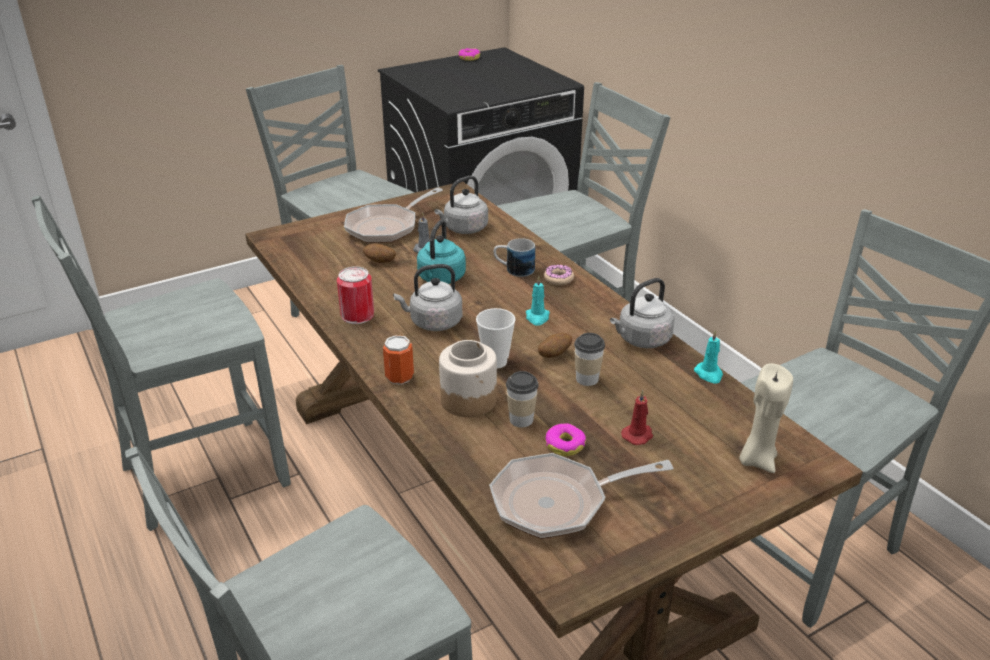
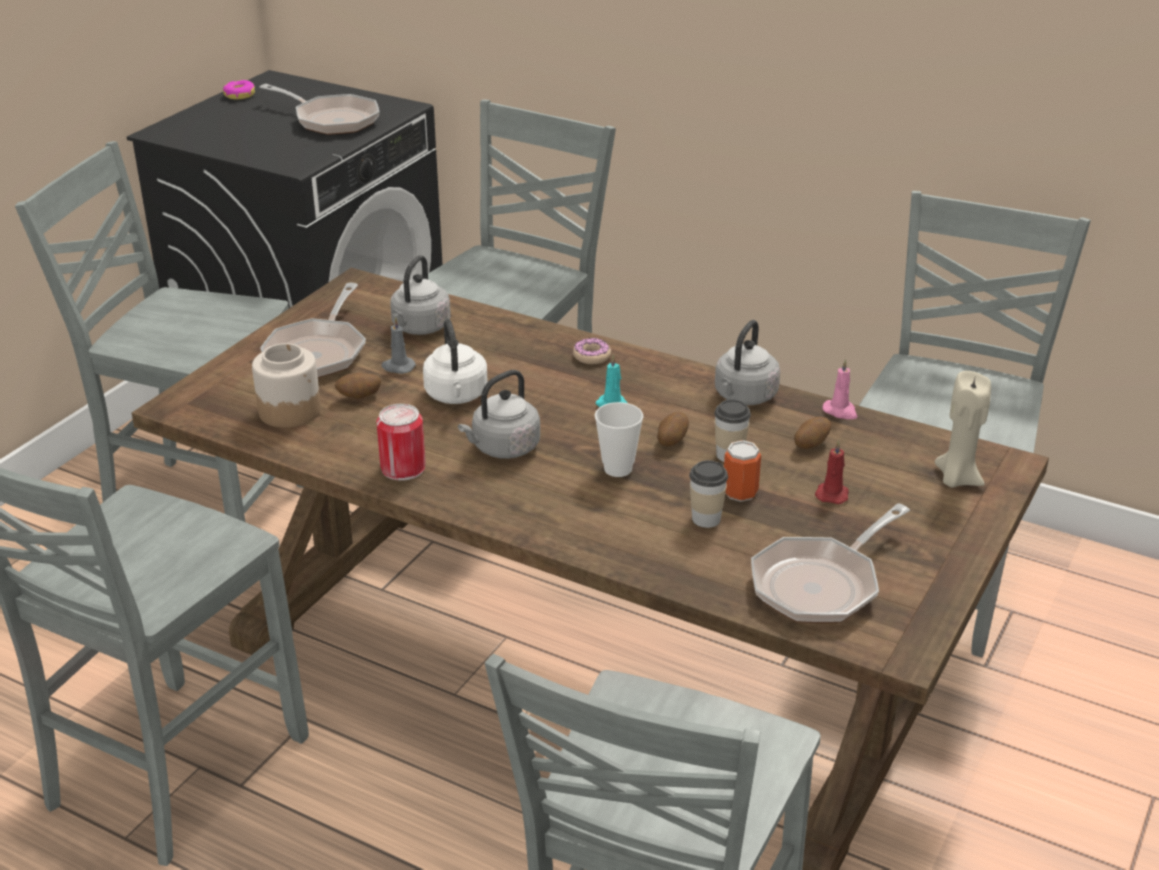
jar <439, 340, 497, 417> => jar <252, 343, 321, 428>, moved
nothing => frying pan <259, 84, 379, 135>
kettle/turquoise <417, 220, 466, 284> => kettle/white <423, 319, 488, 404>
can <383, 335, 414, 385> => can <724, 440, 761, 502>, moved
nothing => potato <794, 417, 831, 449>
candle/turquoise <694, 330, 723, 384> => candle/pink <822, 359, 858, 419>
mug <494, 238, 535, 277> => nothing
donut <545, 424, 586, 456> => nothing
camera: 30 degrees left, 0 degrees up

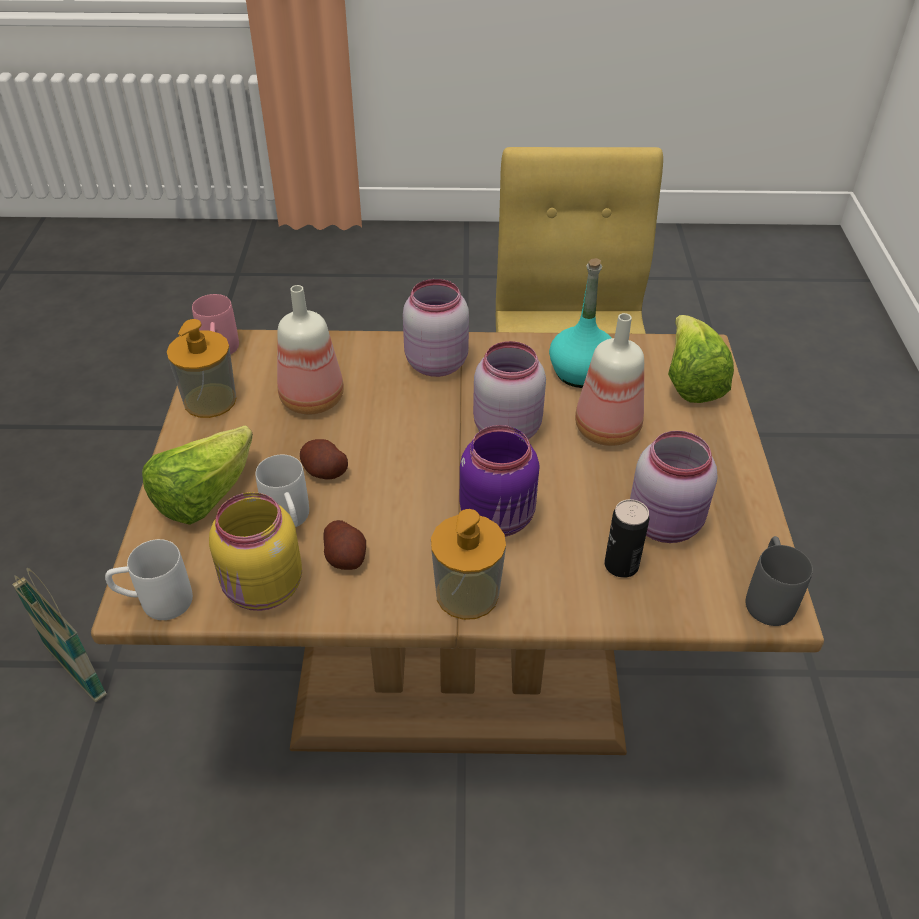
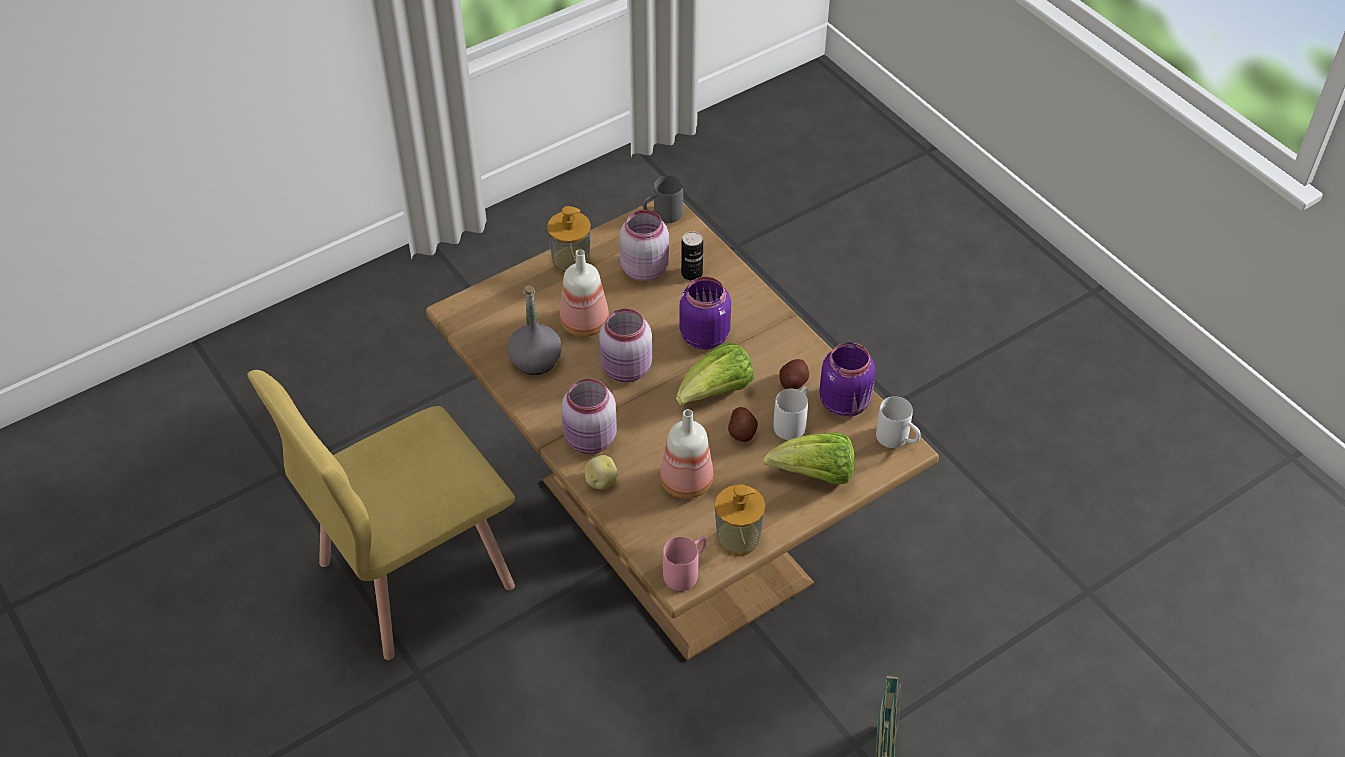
bottle/turquoise <549, 258, 612, 388> => bottle/grey <507, 285, 562, 375>
soap dispenser <431, 509, 506, 620> => soap dispenser <547, 206, 591, 273>, moved
nothing => potato <585, 455, 618, 490>
lettuce <668, 315, 734, 403> => lettuce <676, 343, 754, 405>, moved
jar/yellow <209, 492, 302, 611> => jar/purple <819, 342, 876, 417>
camera: 125 degrees left, 5 degrees up

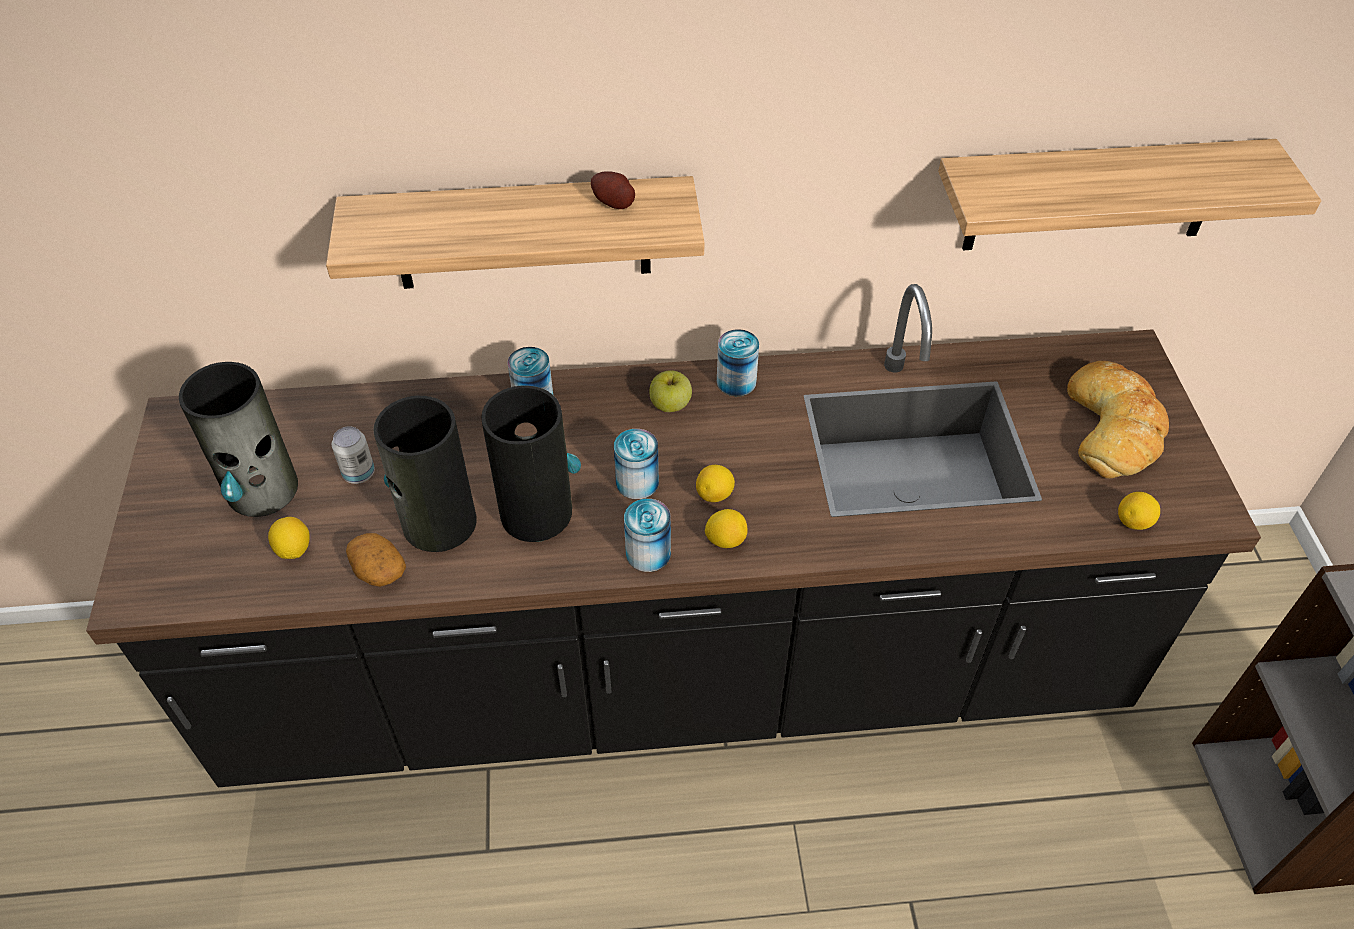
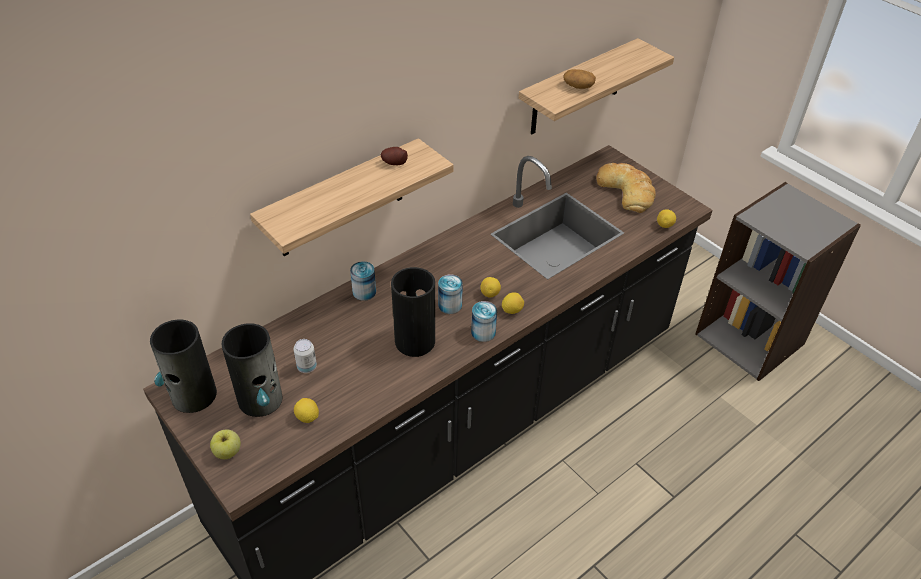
vase <374, 396, 477, 552> => vase <150, 320, 217, 413>, moved
apple <649, 370, 692, 412> => apple <210, 429, 241, 459>, moved
potato <346, 533, 406, 587> => potato <564, 69, 596, 89>, moved
can <717, 329, 759, 396> => nothing
camera: 35 degrees left, 5 degrees down

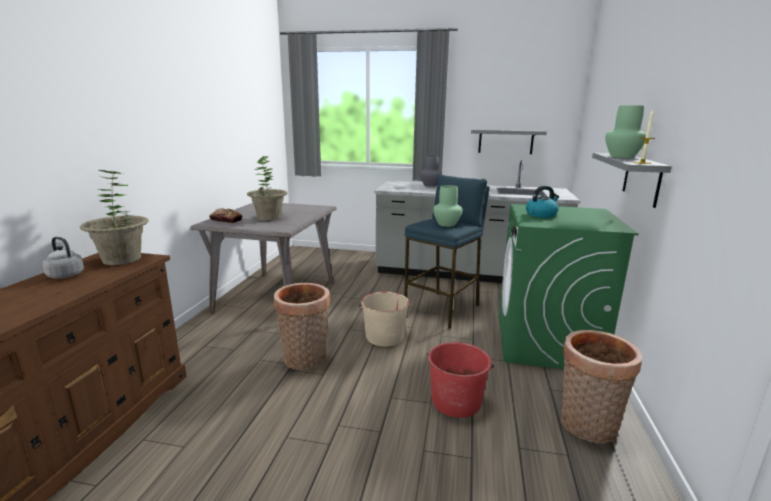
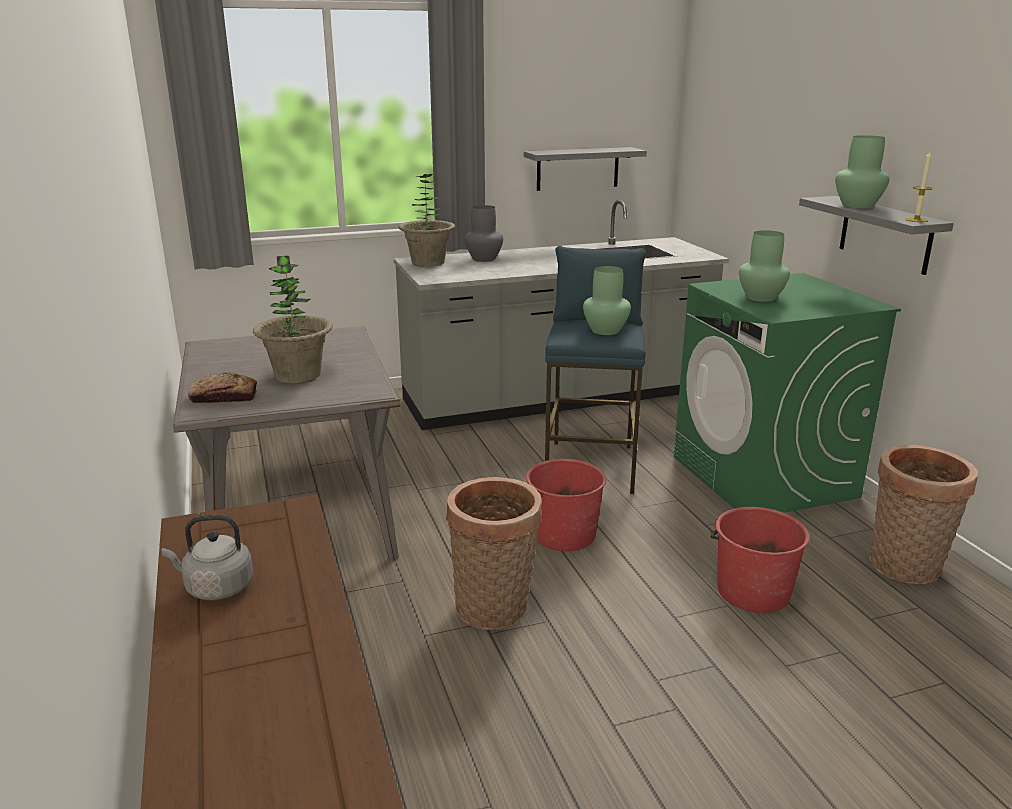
potted plant <80, 170, 148, 265> => potted plant <398, 174, 455, 267>, moved
bucket/beige <359, 292, 410, 347> => bucket/red <526, 459, 606, 551>
kettle <526, 186, 559, 218> => vase/green <739, 230, 790, 302>
camera: 30 degrees left, 5 degrees up

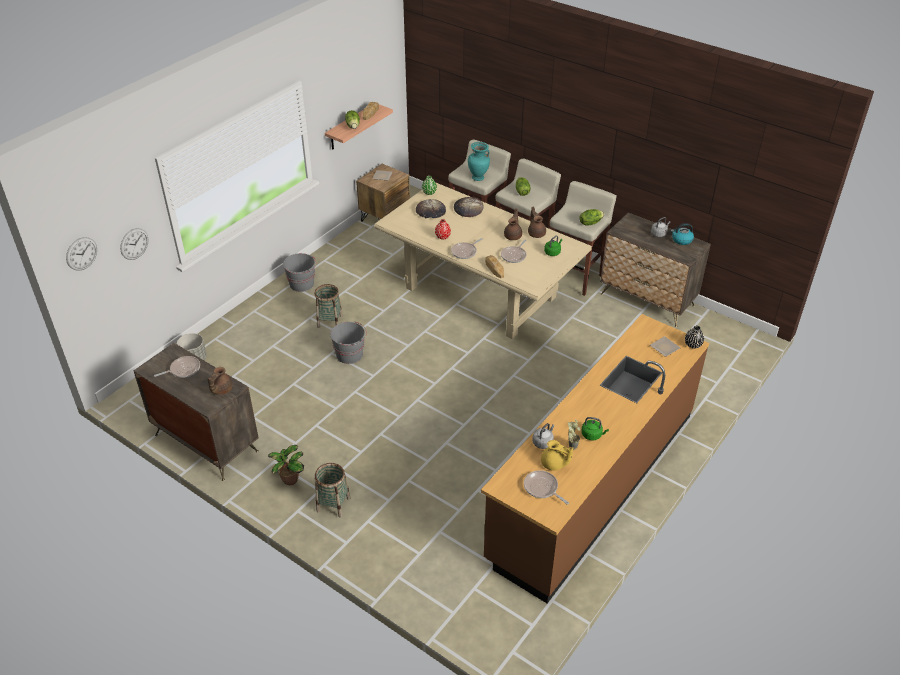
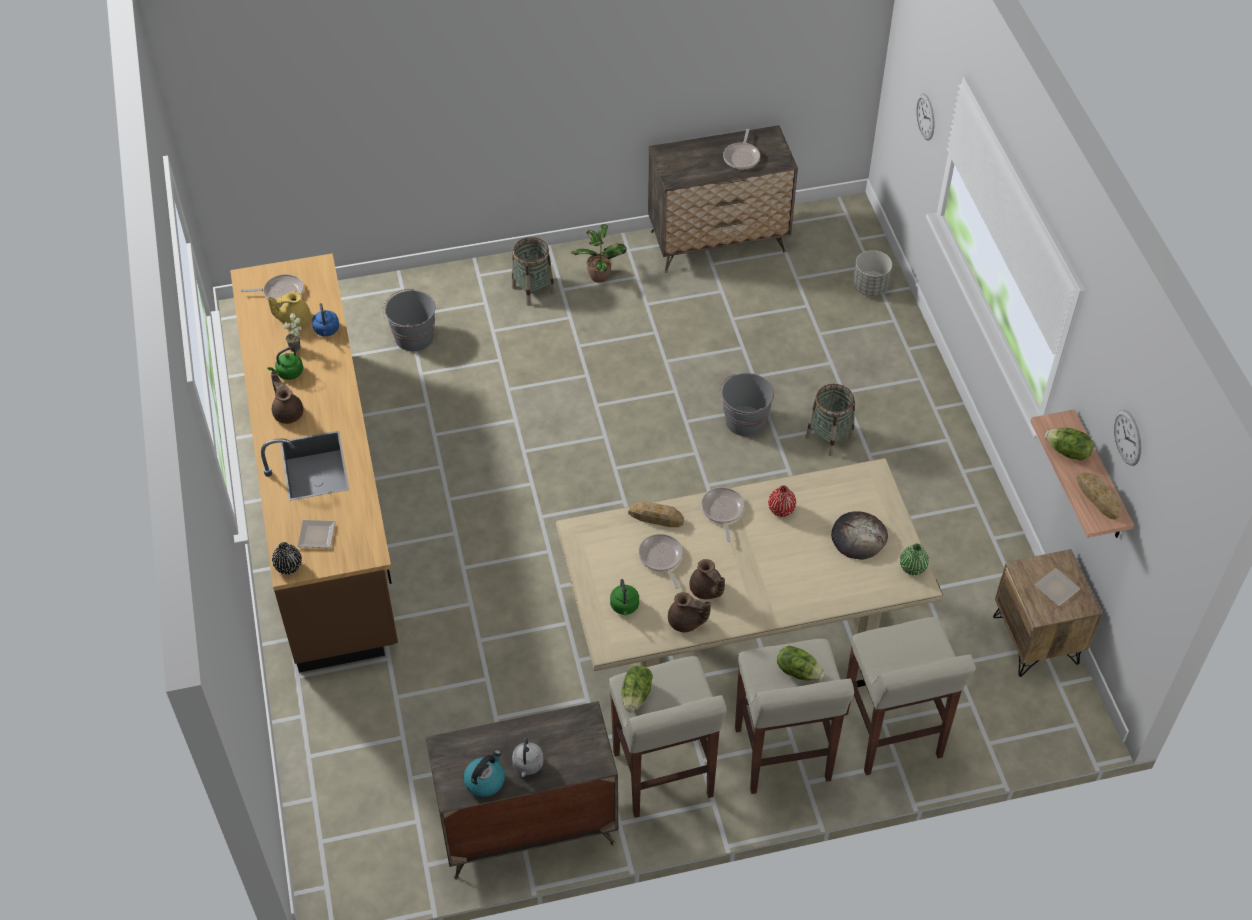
teapot/brown <207, 367, 233, 395> => teapot/brown <271, 371, 304, 424>, moved
kettle/grey <532, 423, 555, 449> => kettle/blue <312, 303, 339, 336>
bucket/grey <283, 253, 316, 292> => bucket/grey <383, 289, 435, 352>, moved
wall clock <66, 237, 97, 271> => wall clock <1114, 409, 1141, 466>, moved
bread <454, 197, 484, 217> => nothing
vase/turquoise <468, 142, 490, 181> => nothing
camera: 130 degrees right, 10 degrees up

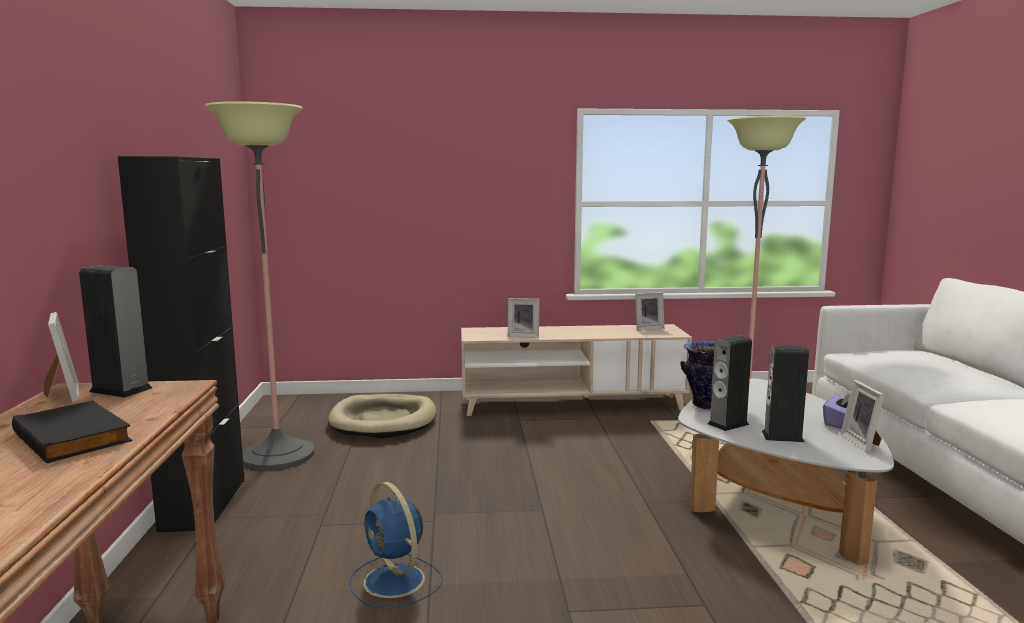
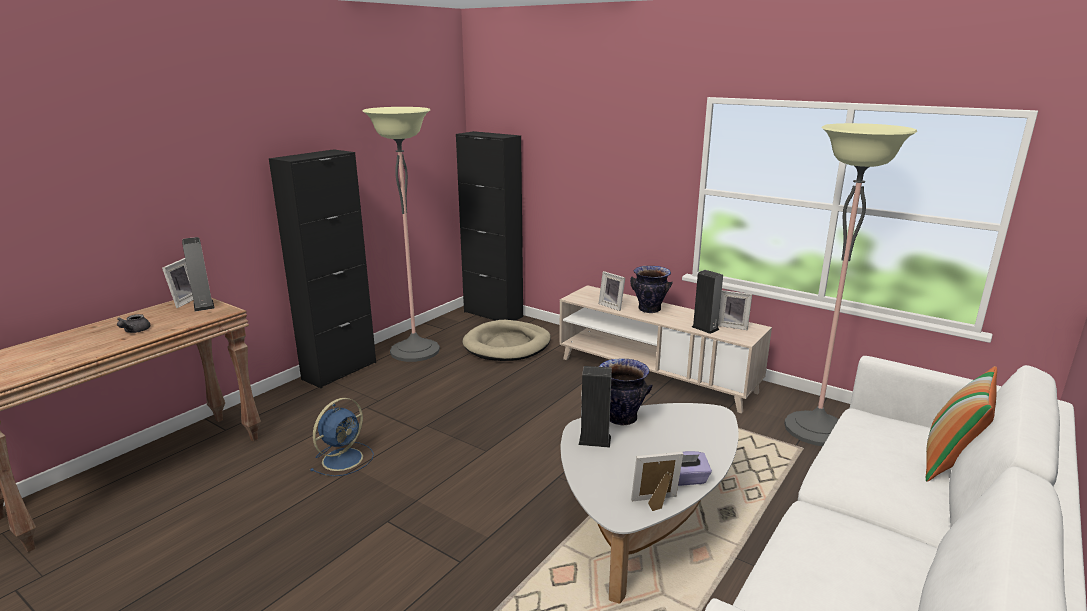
book/black <12, 400, 132, 463> => teapot/grey <117, 314, 150, 333>
fan/blue <349, 482, 443, 609> => fan/blue <310, 398, 374, 476>, 150 degrees counterclockwise
nothing => cabinet/black <456, 131, 523, 321>
nothing => vase <630, 266, 673, 313>
picture frame <840, 380, 885, 453> => picture frame <631, 452, 683, 511>, 45 degrees clockwise
speaker <762, 345, 809, 442> => speaker <692, 270, 723, 334>, moved
nothing => pillow <926, 366, 997, 482>
camera: 40 degrees right, 10 degrees up

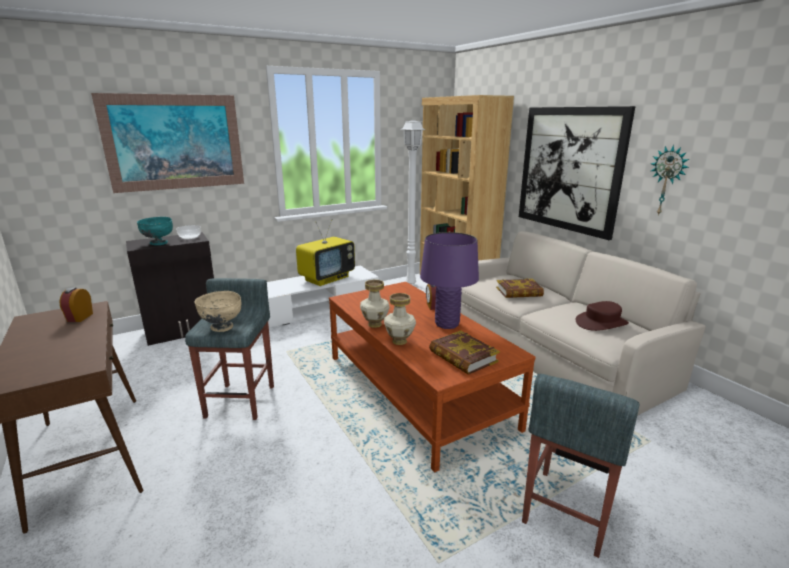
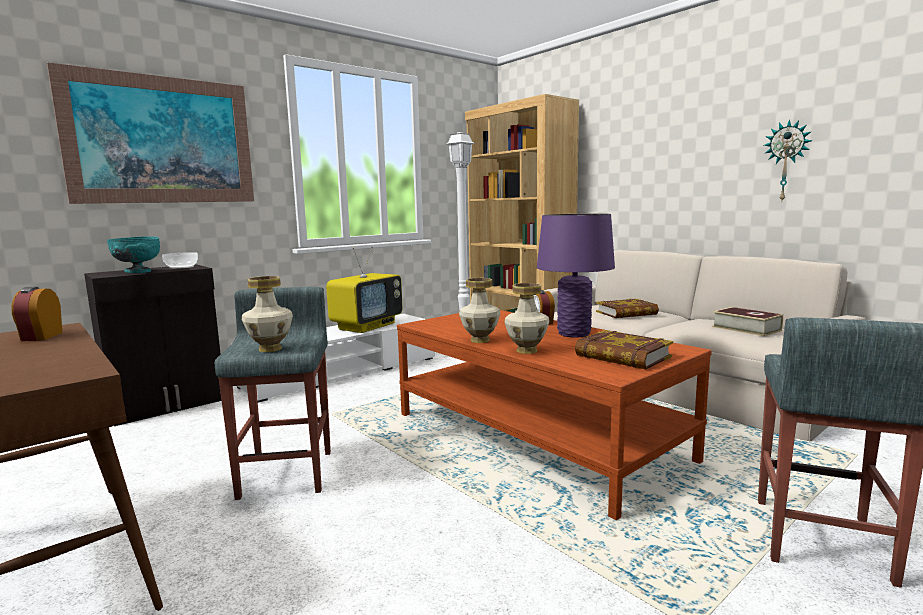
bowl/beige <195, 291, 241, 332> => vase <242, 276, 293, 352>
hat/brown <576, 301, 629, 331> => book <712, 307, 783, 336>
picture <519, 106, 635, 240> => nothing
camera: 10 degrees left, 10 degrees down

